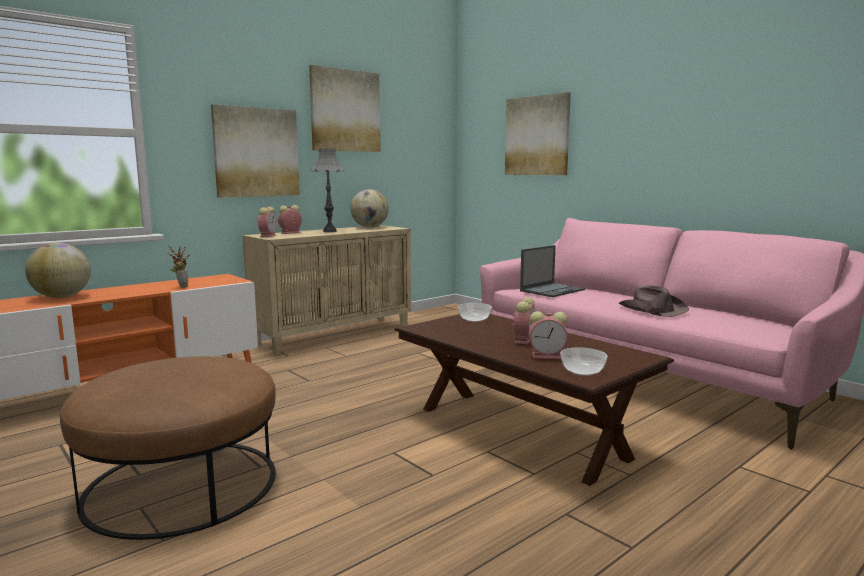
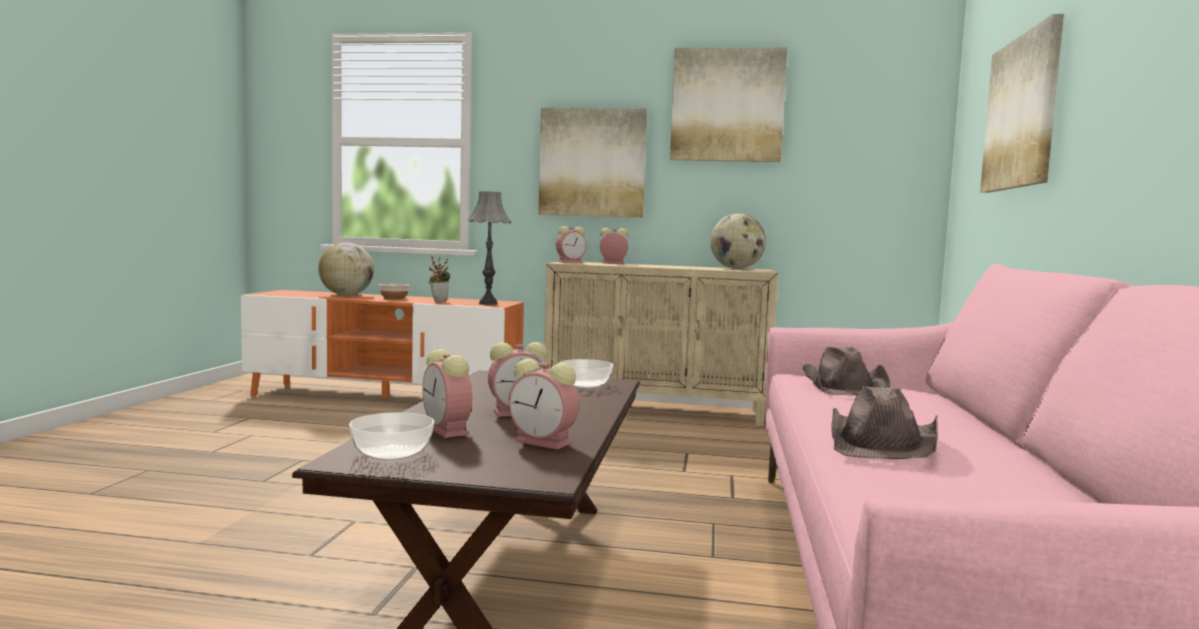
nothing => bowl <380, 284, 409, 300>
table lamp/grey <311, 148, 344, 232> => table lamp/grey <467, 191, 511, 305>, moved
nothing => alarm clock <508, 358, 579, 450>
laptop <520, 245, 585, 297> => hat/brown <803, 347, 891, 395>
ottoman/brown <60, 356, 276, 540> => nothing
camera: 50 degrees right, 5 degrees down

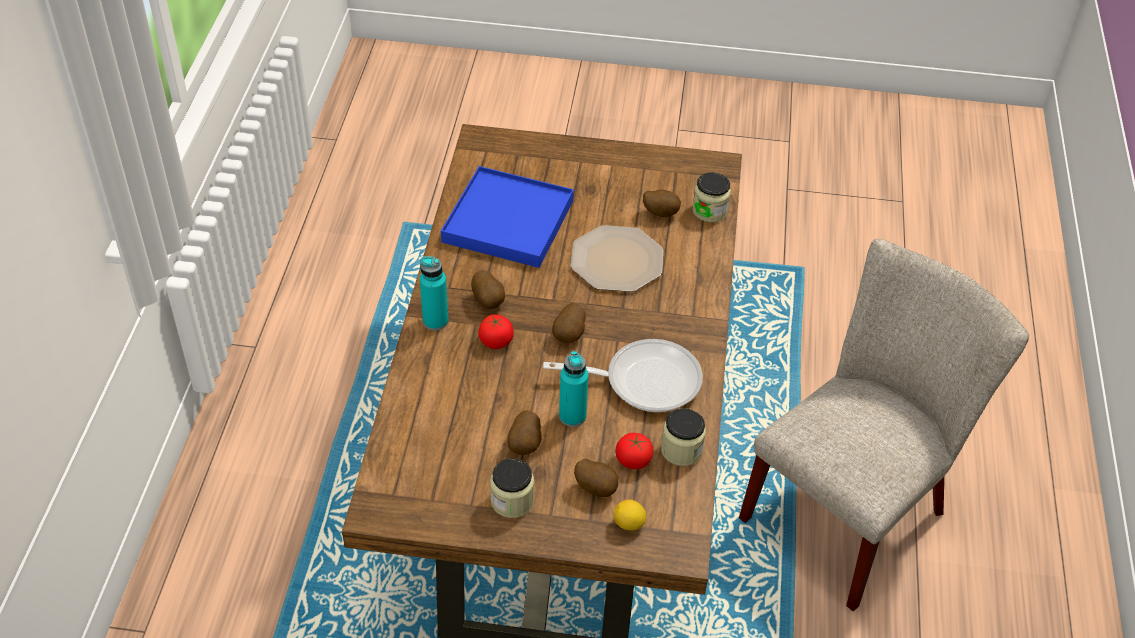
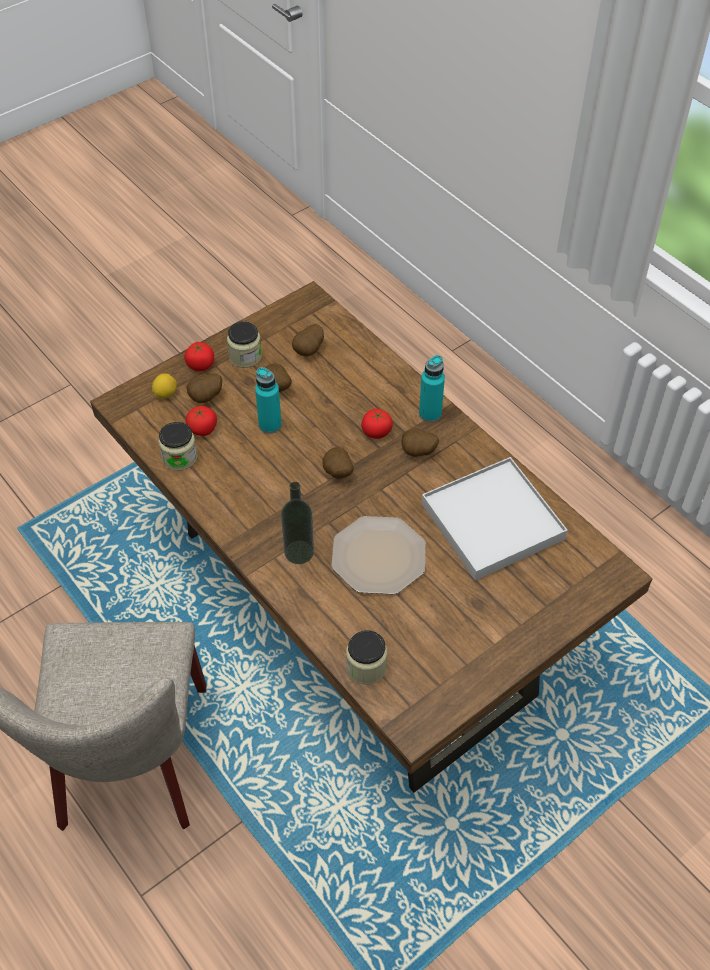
nothing => tomato <184, 342, 214, 371>
nothing => bottle <281, 482, 314, 564>
potato <643, 189, 681, 217> => potato <292, 324, 324, 357>, moved
tray/blue <441, 166, 574, 268> => tray/white <422, 457, 568, 580>
frying pan <543, 339, 703, 412> => nothing
camera: 135 degrees right, 5 degrees up

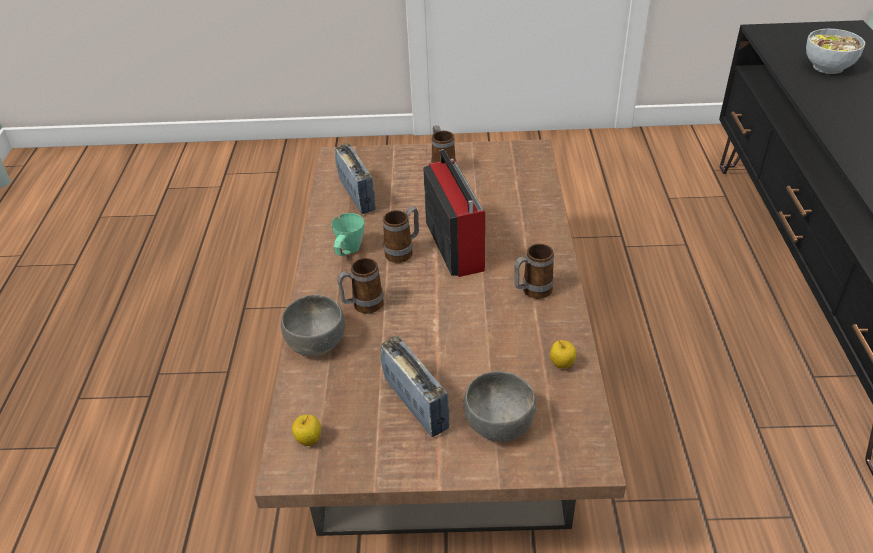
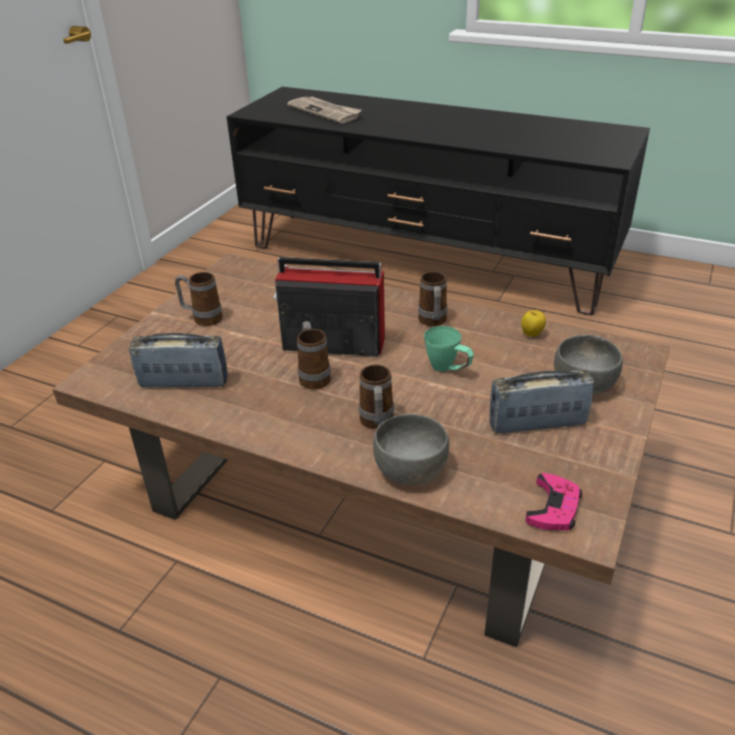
bowl <806, 29, 865, 74> => newspaper <287, 97, 362, 123>
mug/green <332, 213, 365, 257> => mug/green <424, 326, 474, 372>, moved
apple <292, 415, 321, 446> => game controller/pink <526, 473, 582, 531>
camera: 65 degrees left, 5 degrees down

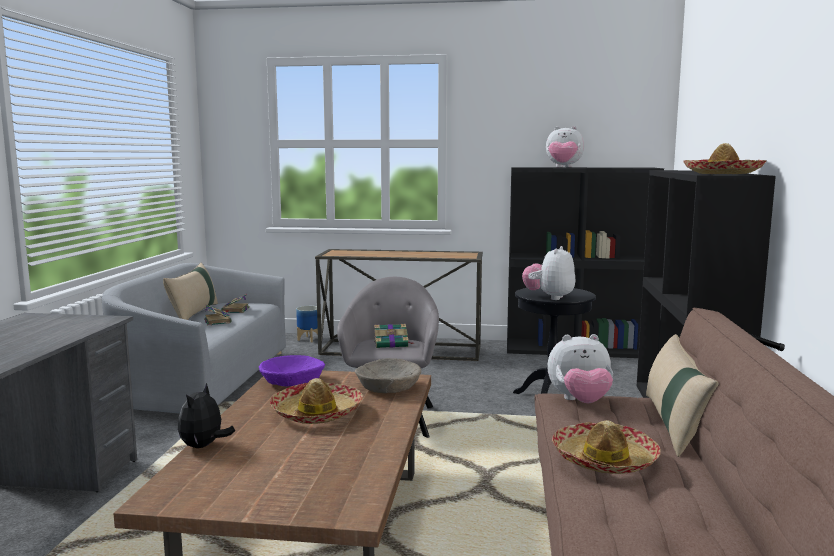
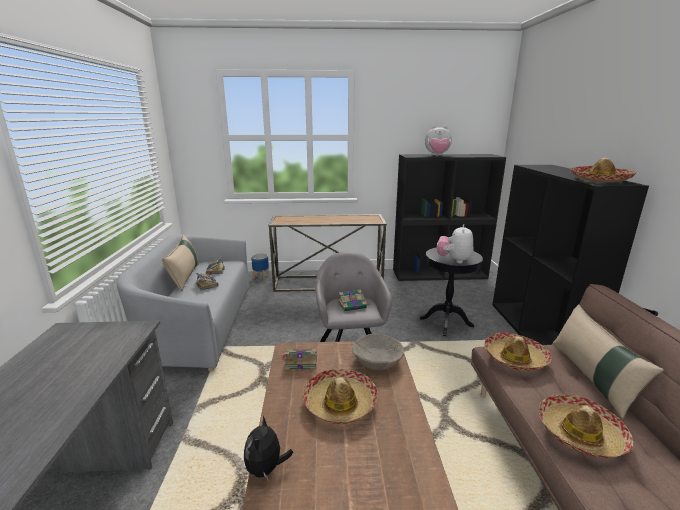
bowl/purple <259, 355, 325, 386> => book <281, 349, 317, 369>
plush toy <547, 334, 613, 403> => hat <484, 332, 552, 371>
camera: 10 degrees left, 10 degrees up

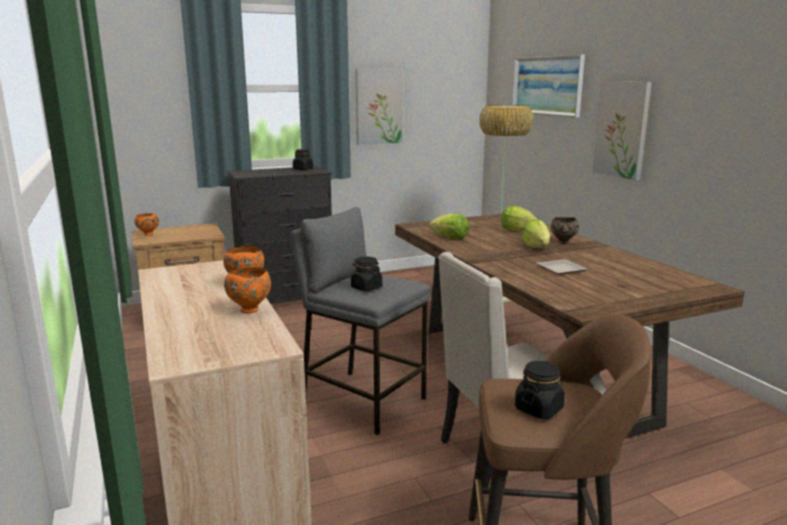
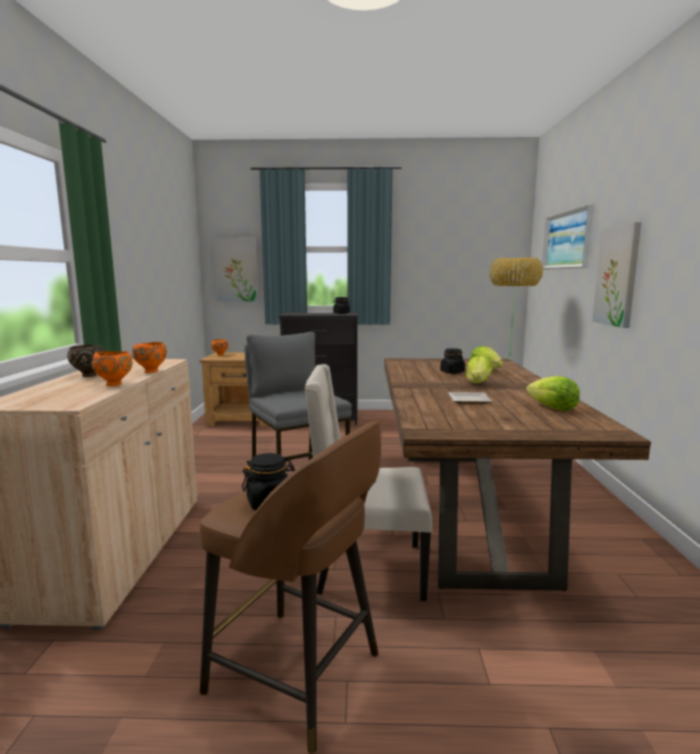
bowl/brown <551, 217, 579, 244> => bowl/brown <67, 345, 104, 377>, moved
picture <356, 68, 403, 145> => picture <213, 238, 258, 302>, moved
jar/black <351, 257, 382, 291> => jar/black <440, 348, 465, 374>, moved
lettuce <429, 213, 469, 239> => lettuce <526, 376, 580, 411>, moved
camera: 25 degrees right, 5 degrees down

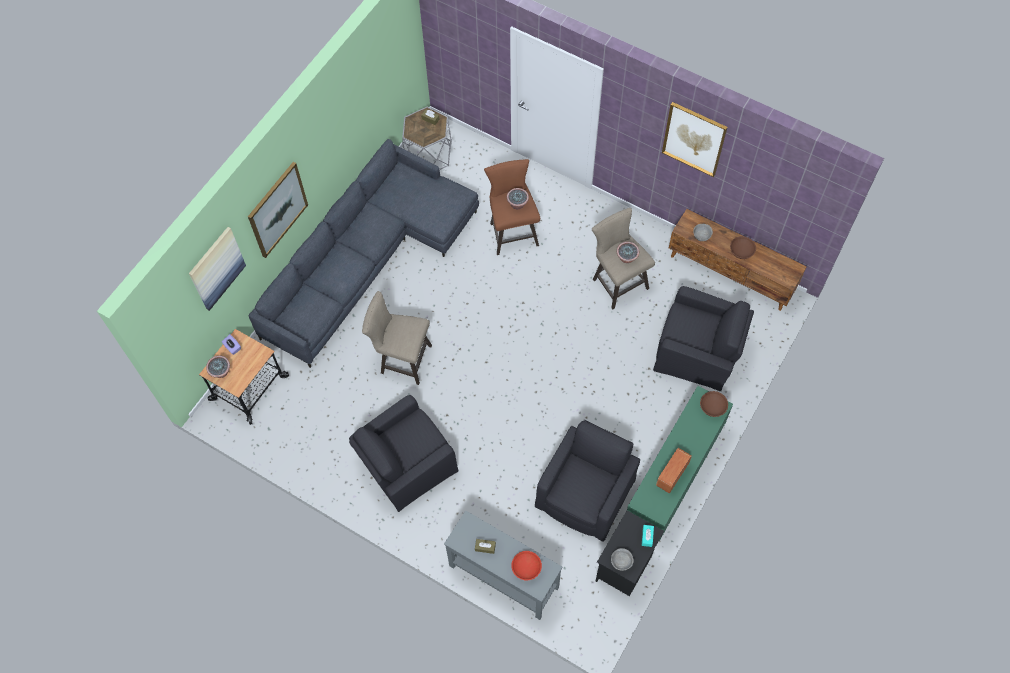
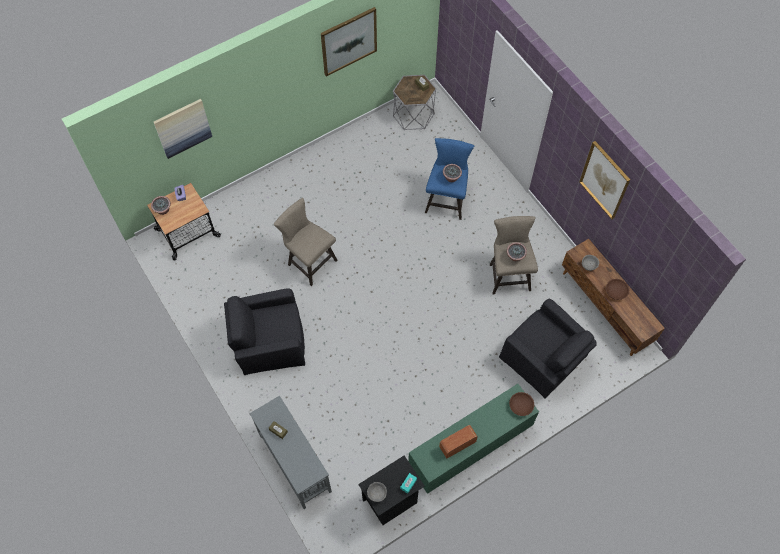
picture <248, 162, 308, 258> => picture <321, 7, 377, 77>, moved
stool/brown <484, 159, 540, 255> => stool/blue <425, 138, 474, 220>
sofa/grey <249, 139, 479, 368> => nothing
bowl/red <512, 551, 542, 580> => nothing
armchair/black <535, 420, 640, 542> => nothing
camera: 25 degrees right, 0 degrees up

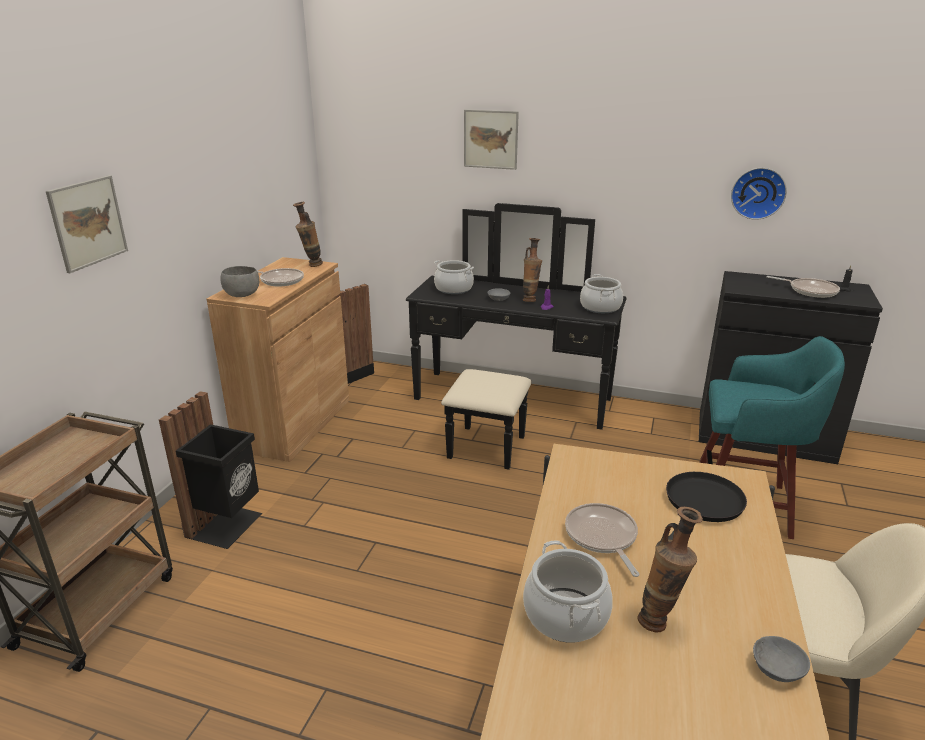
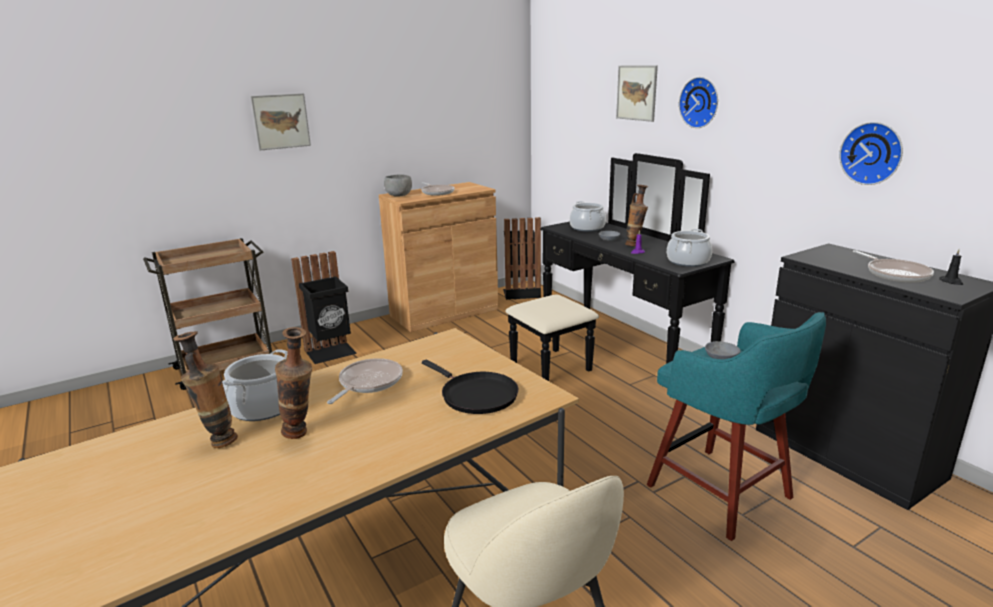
vase <293, 202, 323, 267> => vase <173, 331, 238, 448>, moved
frying pan/black <666, 472, 747, 540> => frying pan/black <422, 360, 518, 414>, 60 degrees clockwise
nothing => wall clock <679, 77, 718, 128>
bowl/grey <753, 636, 810, 682> => bowl/grey <705, 341, 740, 359>, moved
camera: 40 degrees right, 5 degrees down

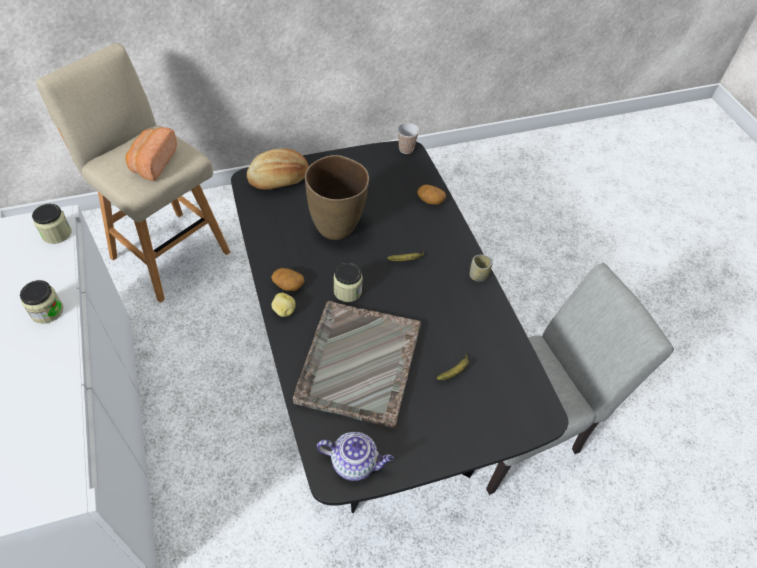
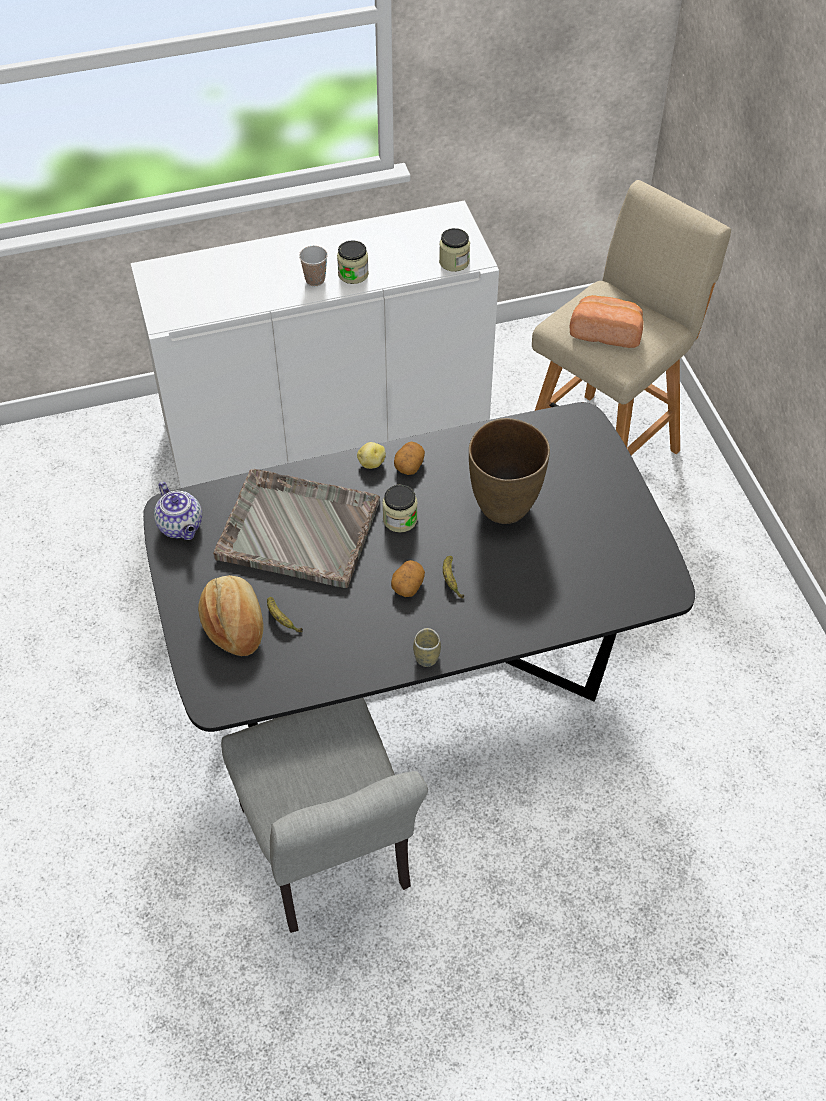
teapot <317, 432, 394, 481> => teapot <154, 482, 202, 540>, 45 degrees counterclockwise
bread <247, 148, 309, 190> => bread <198, 575, 264, 656>, moved
cup <397, 123, 420, 154> => cup <299, 246, 328, 286>, moved
potato <417, 185, 446, 205> => potato <391, 560, 425, 597>, moved
camera: 95 degrees right, 0 degrees up

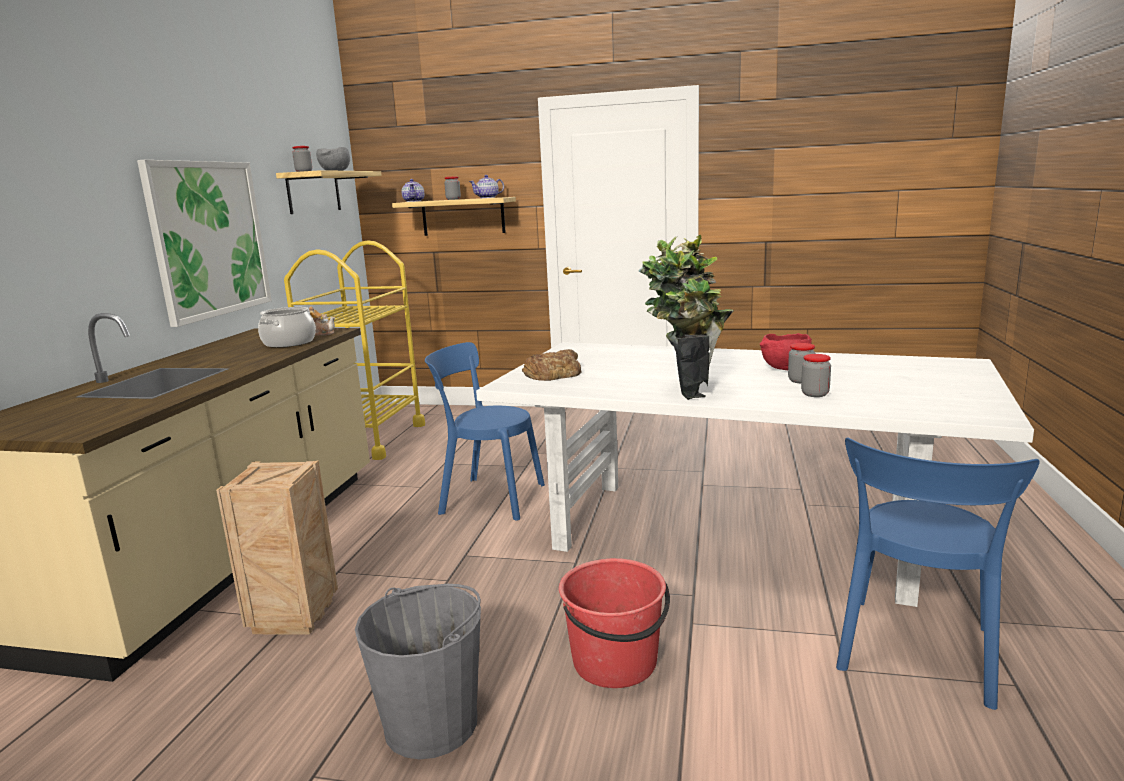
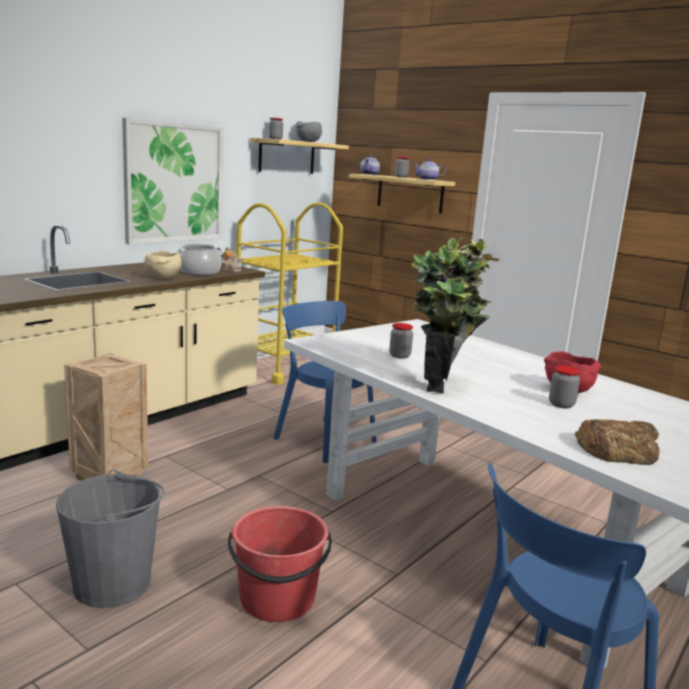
nothing => bowl/beige <144, 251, 182, 279>
jar <801, 354, 831, 397> => jar <389, 323, 413, 359>, moved
bread <522, 349, 581, 381> => bread <575, 419, 660, 465>, moved
camera: 25 degrees right, 0 degrees up

